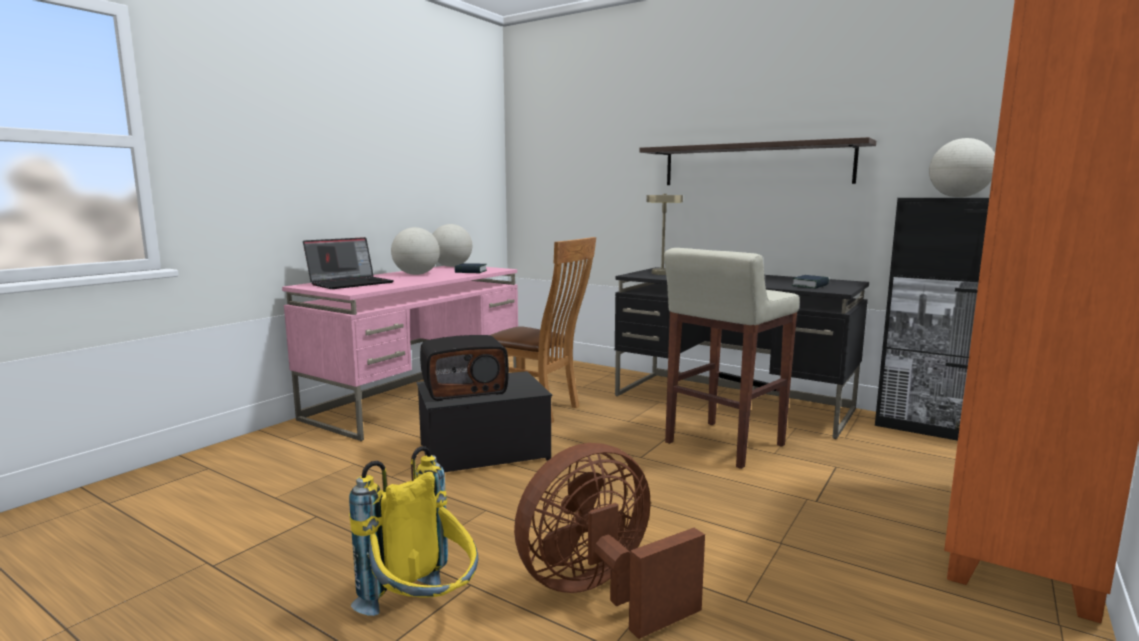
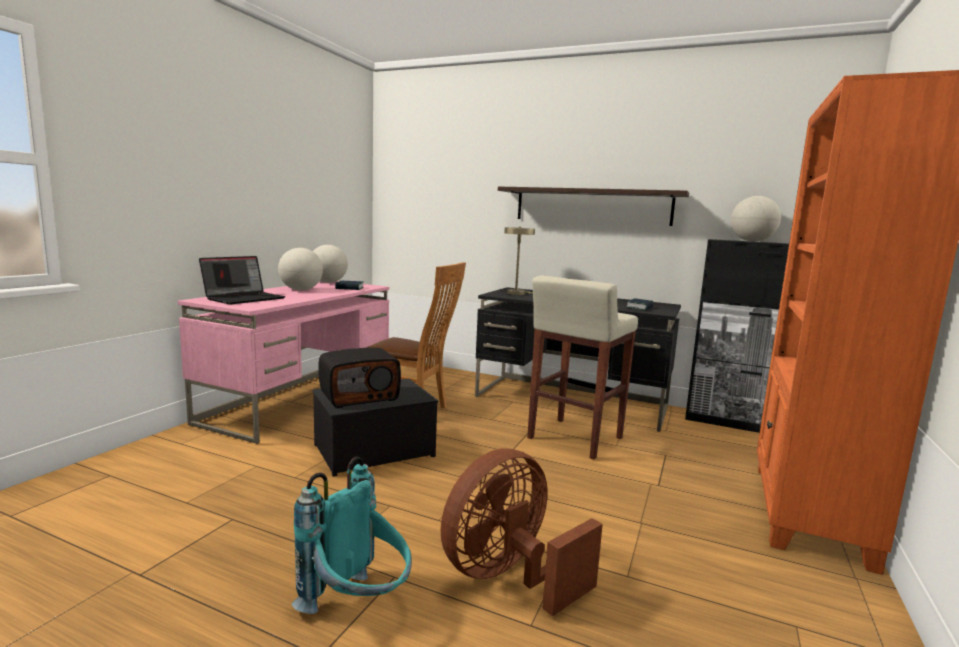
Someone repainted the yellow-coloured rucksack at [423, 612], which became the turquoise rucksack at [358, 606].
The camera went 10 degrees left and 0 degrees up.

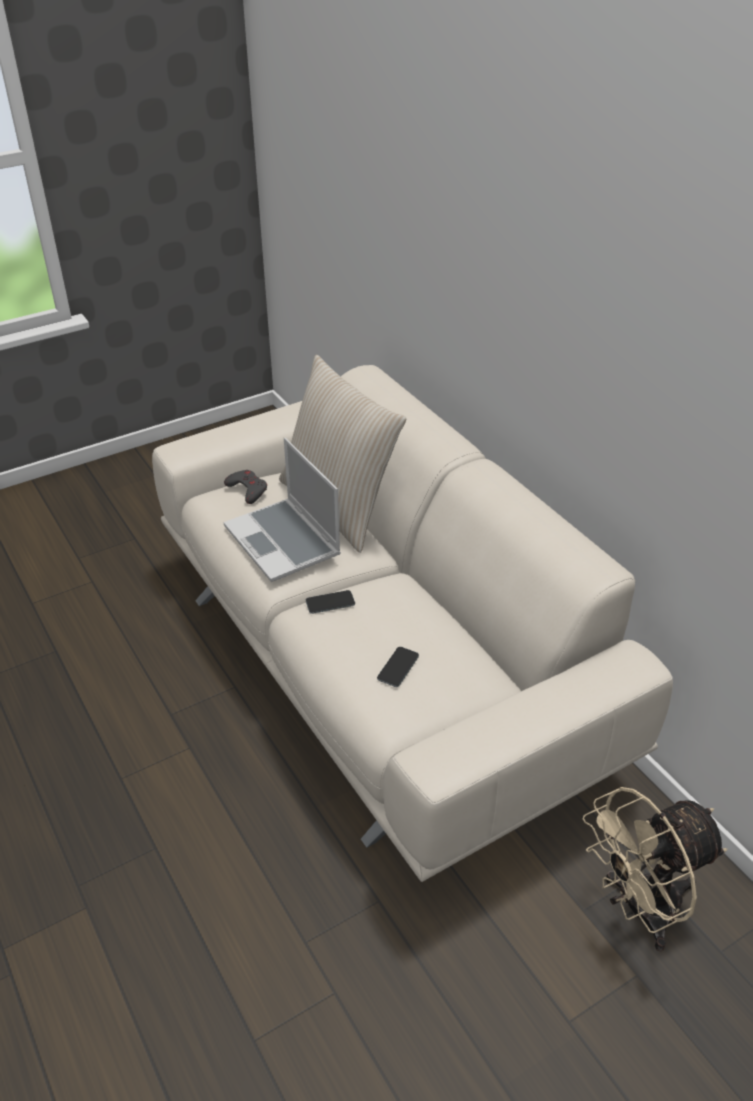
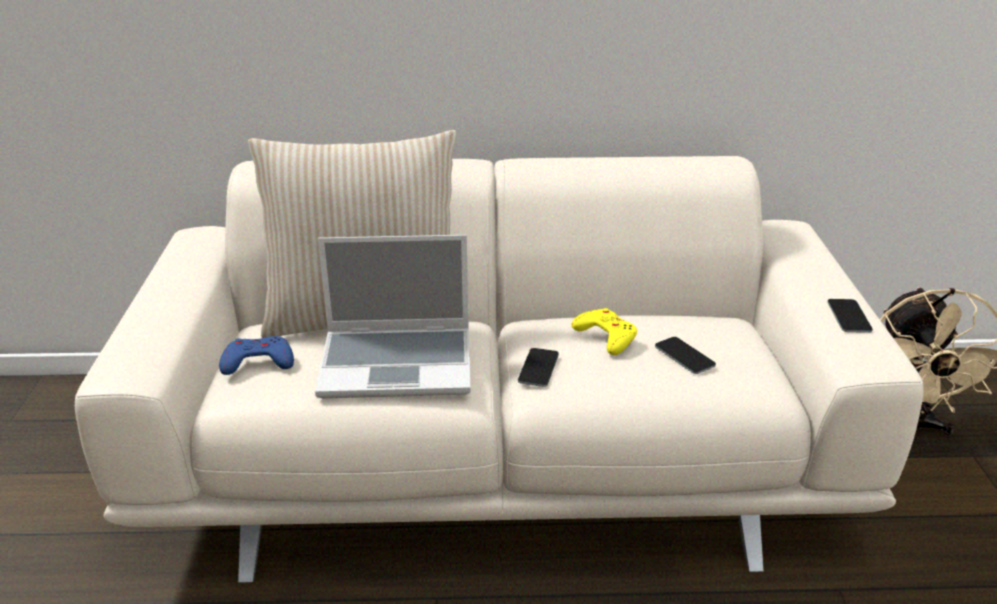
Someone repainted the greyish game controller at [247, 489], which became the blue game controller at [258, 361].
Someone put down the yellow-coloured game controller at [606, 336].
Someone put down the telephone at [849, 316].
The camera went 60 degrees left and 10 degrees down.

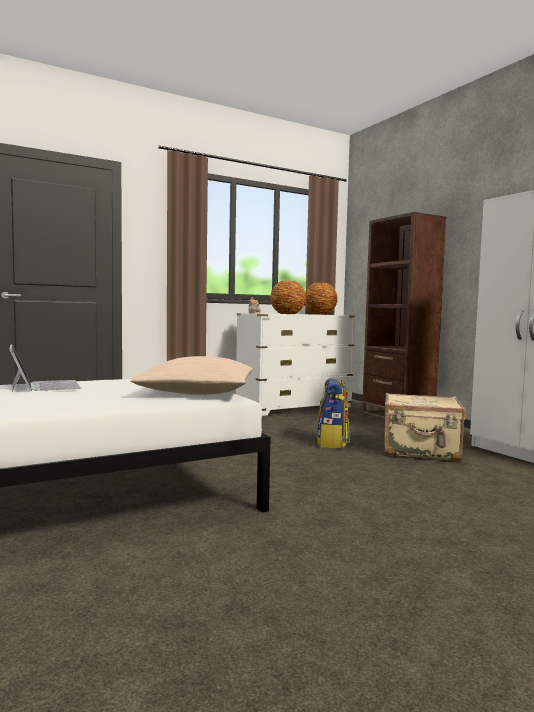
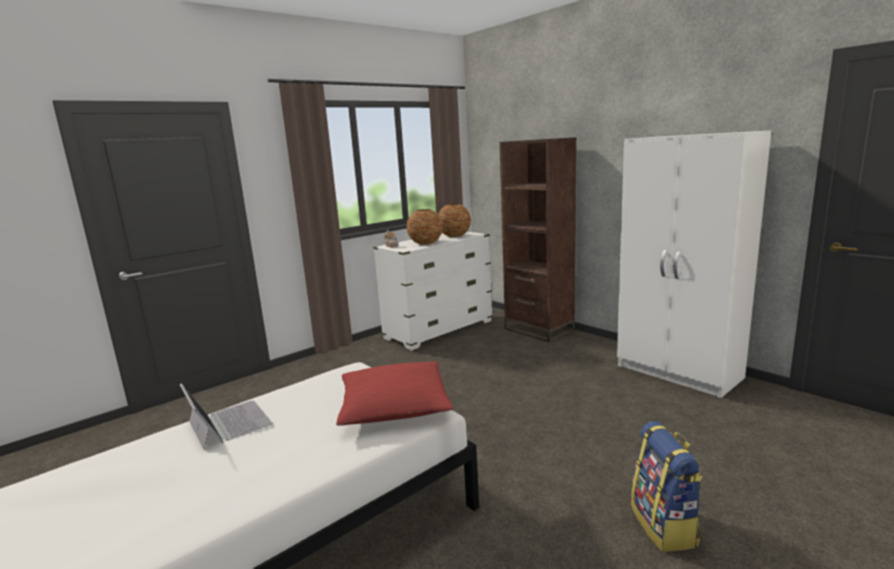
Someone repainted the beige throw pillow at [197, 392], which became the reddish throw pillow at [394, 407].
Someone carried the rucksack from [332, 443] to [665, 526].
Someone took away the beige suitcase at [420, 451].
The camera went 10 degrees left and 10 degrees up.

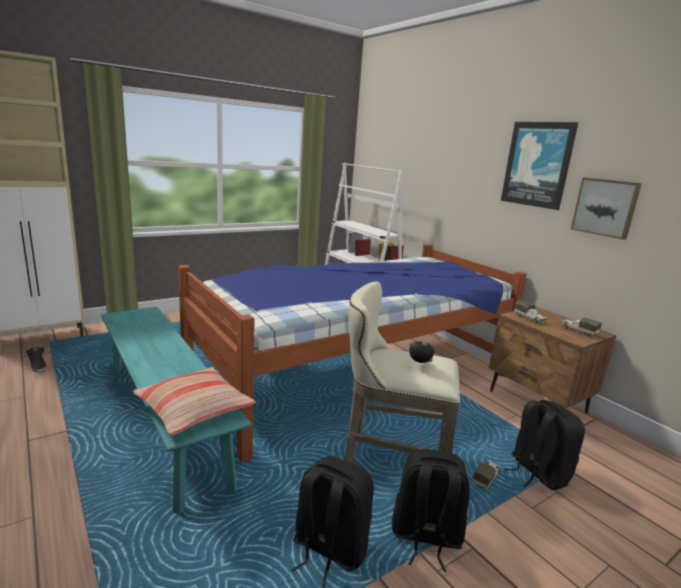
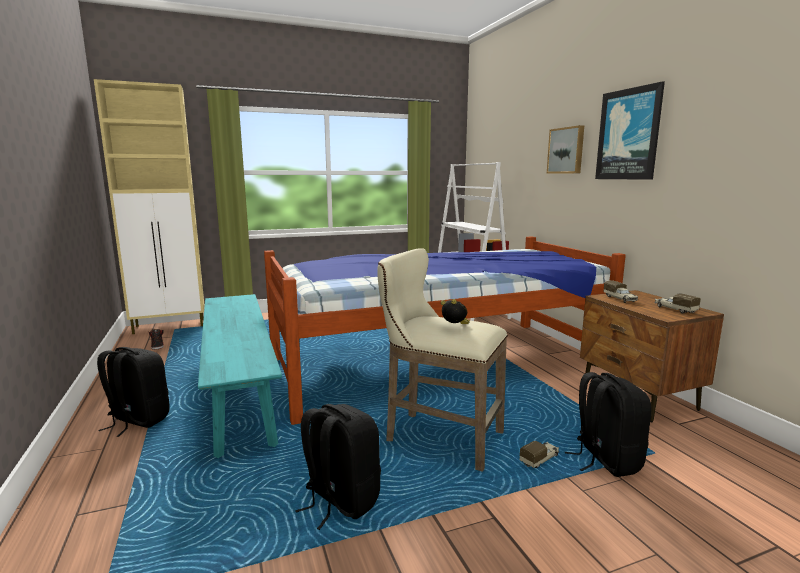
Someone carried the black rucksack from [425, 537] to [137, 420].
Someone carried the wall art from [605, 207] to [566, 150].
Someone took away the throw pillow at [194, 409].
The camera went 15 degrees right and 5 degrees down.

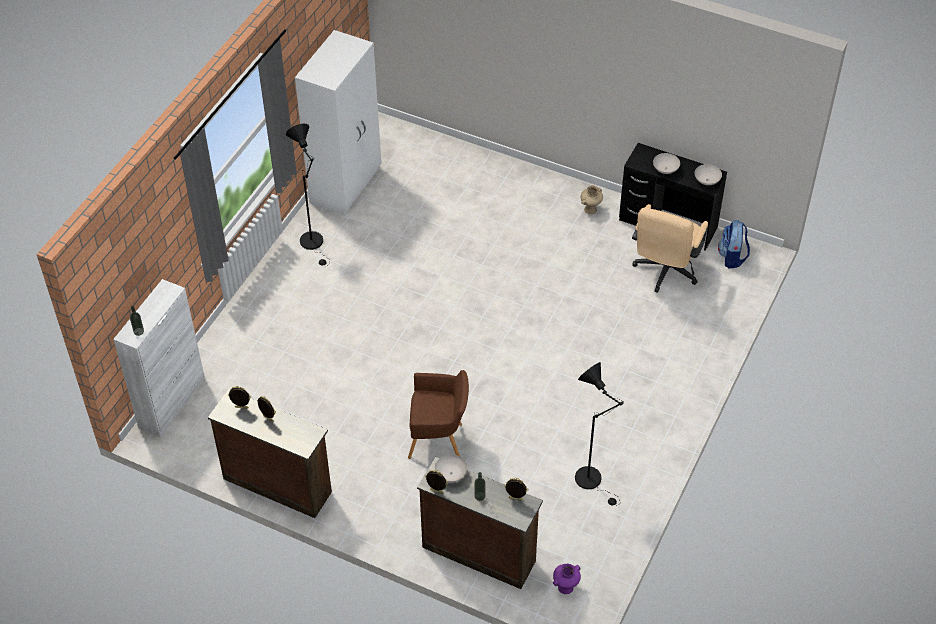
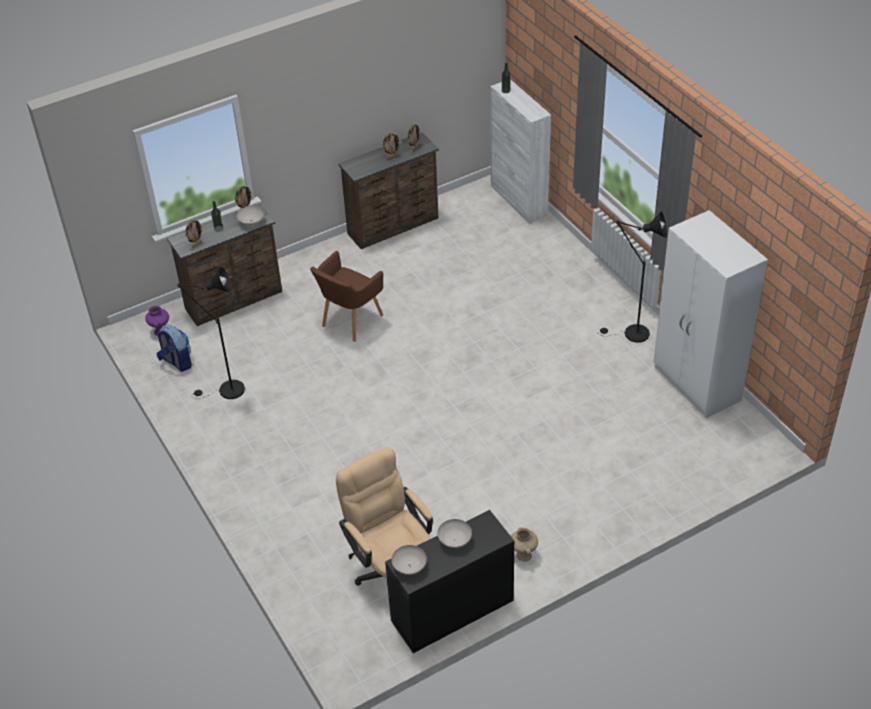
Someone carried the rucksack from [732, 257] to [177, 362].
The camera went 125 degrees right and 5 degrees down.

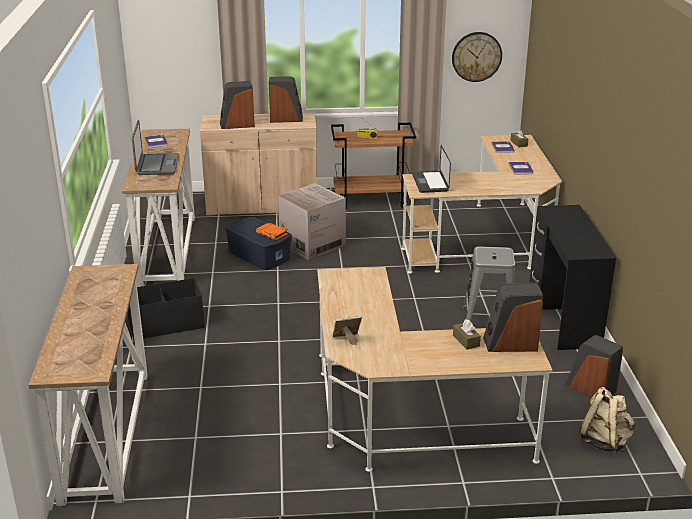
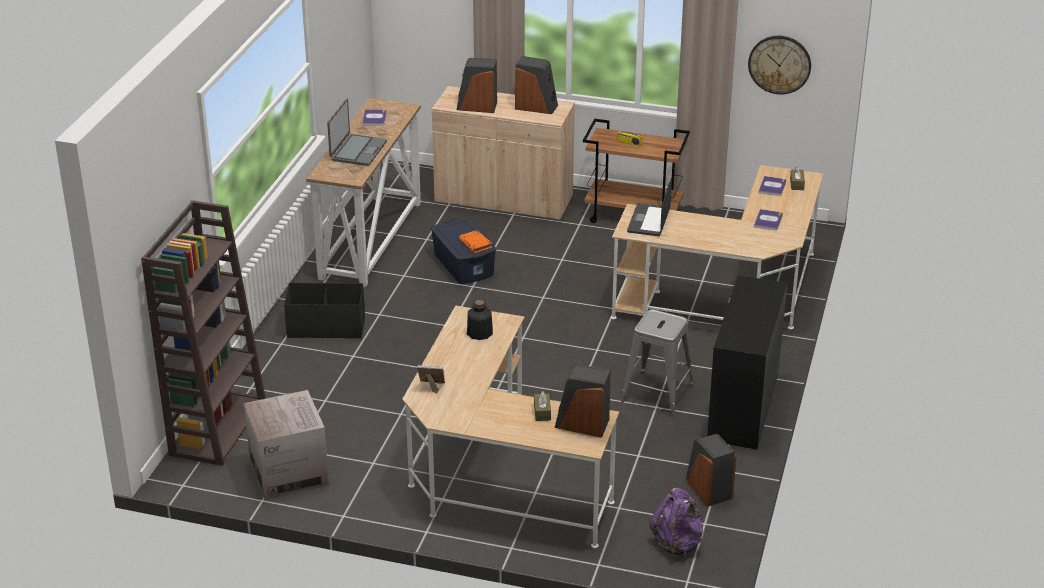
Someone swapped the narrow table at [105, 434] for the brown-coloured bookcase at [218, 427].
Someone carried the packing box from [312, 244] to [289, 472].
Someone put down the beverage bottle at [479, 333].
Someone repainted the beige rucksack at [604, 441], which became the purple-coloured rucksack at [677, 543].
The camera went 20 degrees right and 5 degrees up.

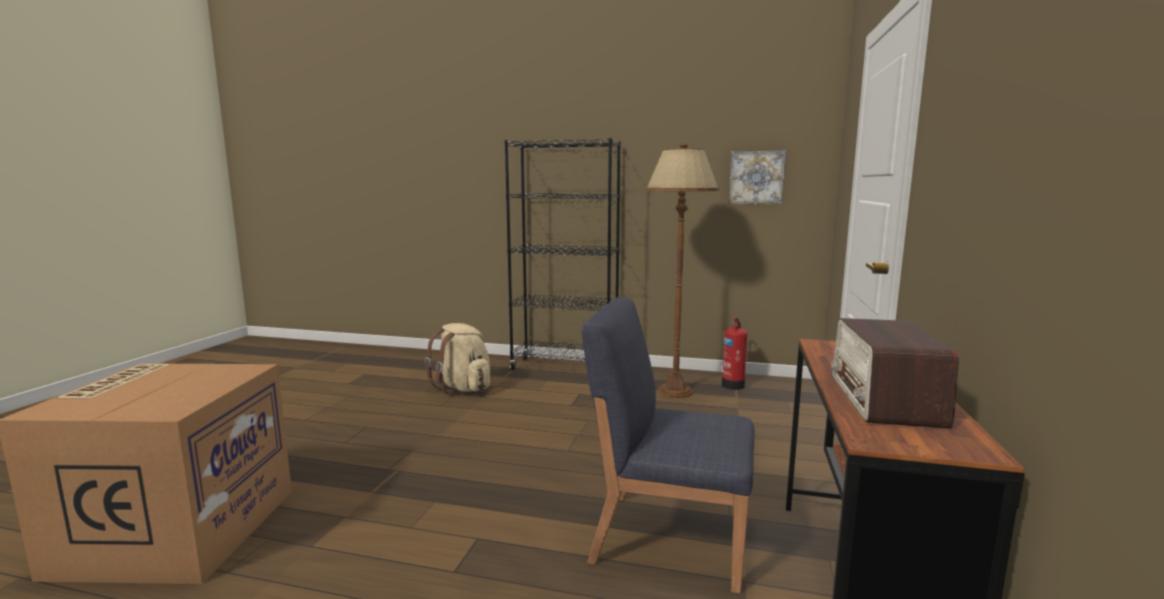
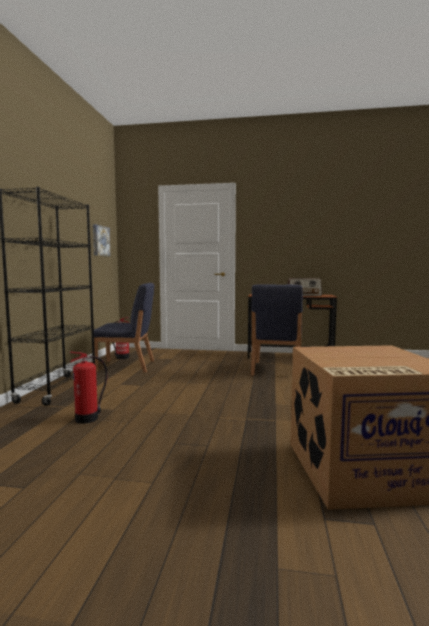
Someone swapped the beige rucksack at [463, 388] for the extinguisher at [88, 418].
Someone swapped the brown-coloured floor lamp at [674, 391] for the blue upright chair at [126, 366].
The camera went 95 degrees left and 5 degrees down.

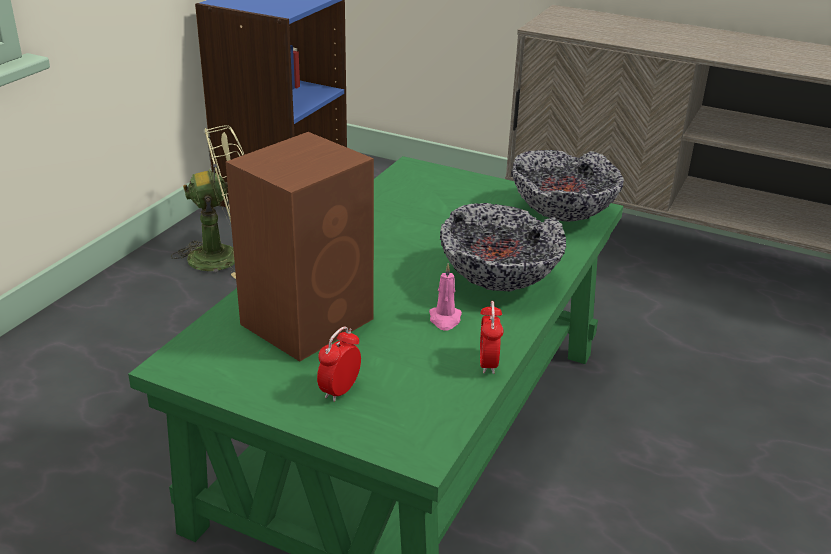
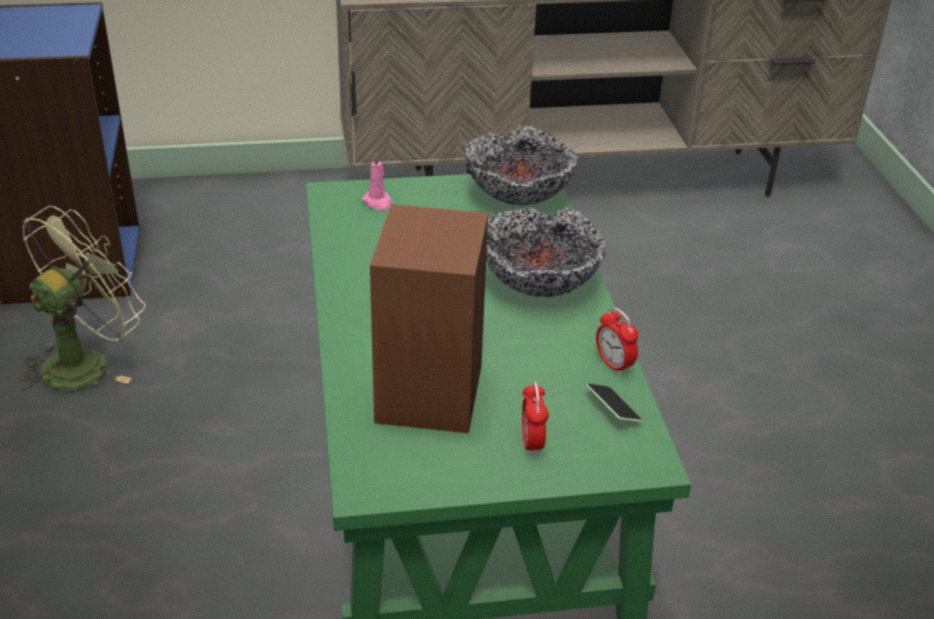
Someone carried the pink wax light from [445, 319] to [378, 202].
Someone put down the telephone at [612, 410].
The camera went 35 degrees left and 5 degrees up.

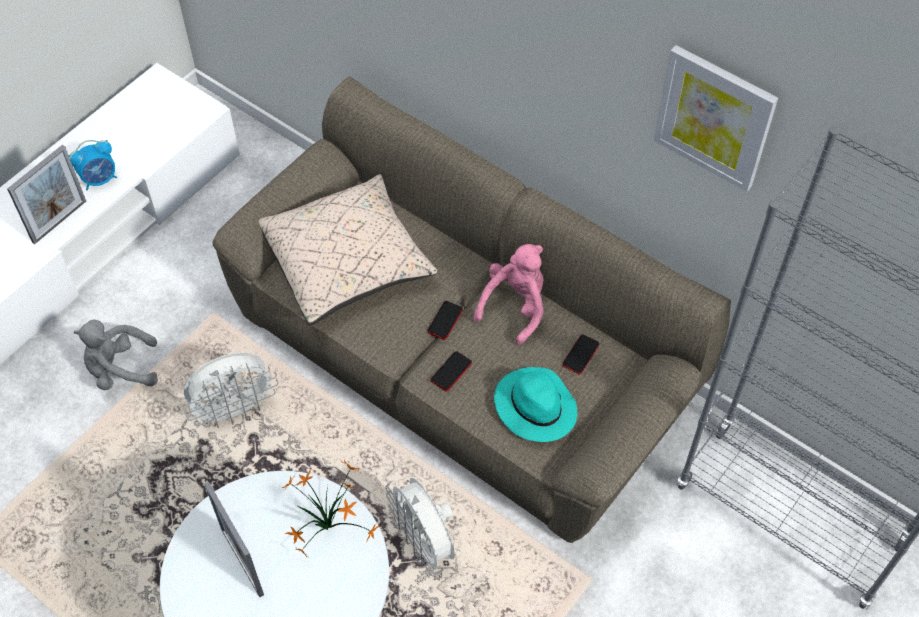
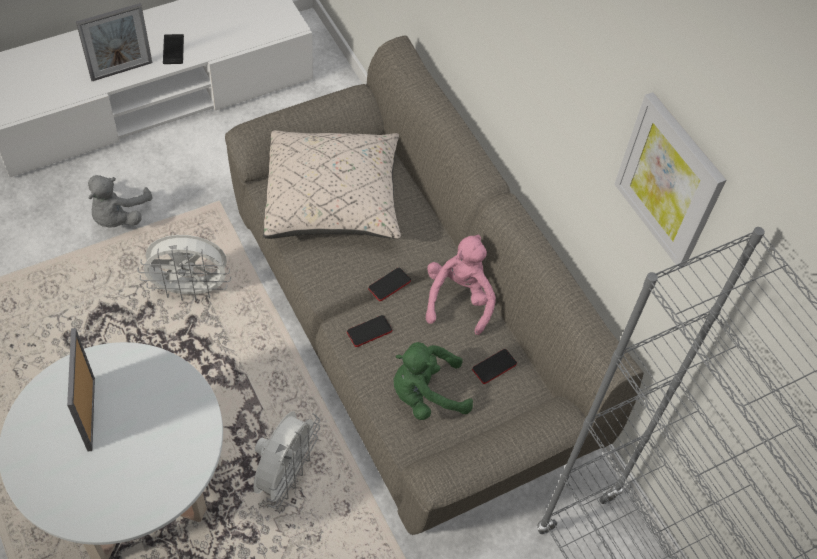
Someone rotated the greyish cuddly toy at [120, 369] by 90 degrees counterclockwise.
Someone swapped the bedside clock at [100, 179] for the telephone at [173, 49].
Someone rotated the white-coloured fan at [425, 543] by 150 degrees counterclockwise.
Someone swapped the turquoise wearable hat at [534, 406] for the greenish cuddly toy at [426, 394].
Someone rotated the pink cuddly toy at [515, 306] by 45 degrees counterclockwise.
Someone took away the houseplant at [331, 526].
The camera went 20 degrees right and 0 degrees up.

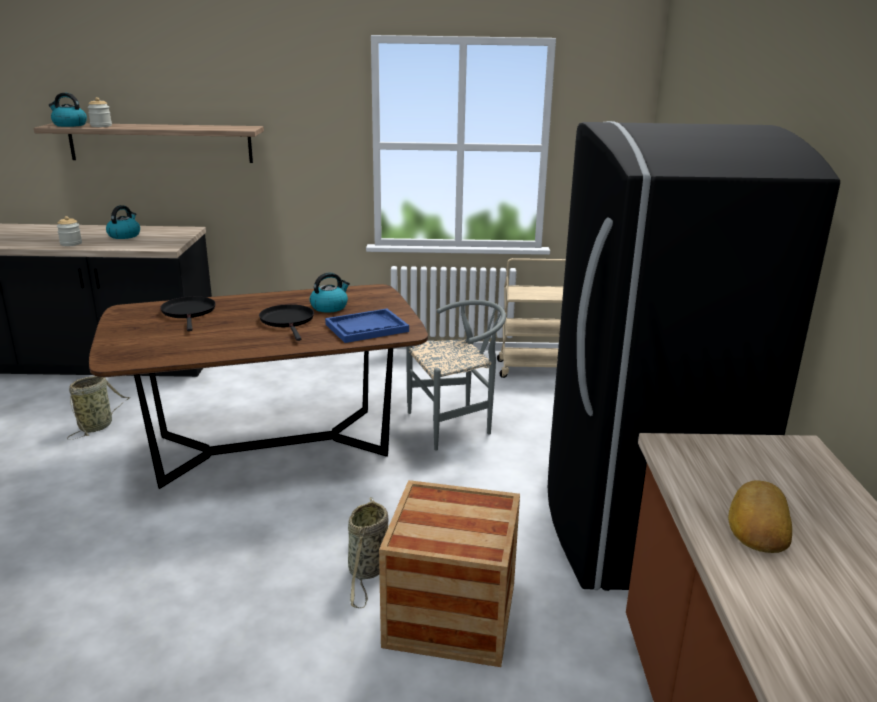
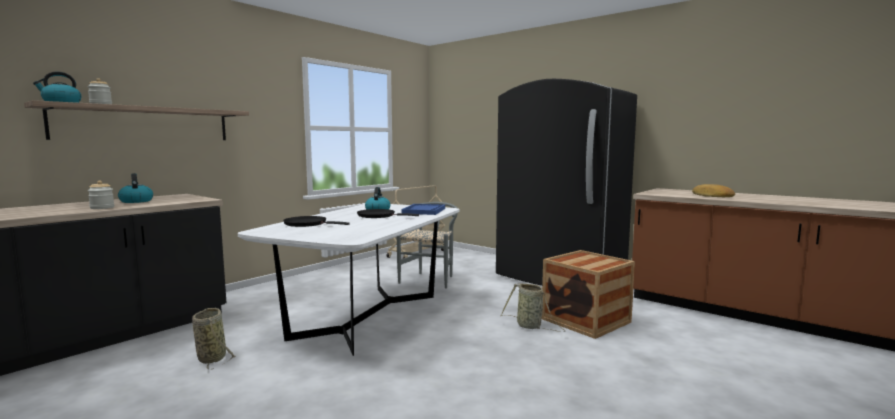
Someone repainted the brown-coloured dining table at [272, 446], which became the white-coloured dining table at [367, 316].
The camera went 50 degrees left and 15 degrees down.

